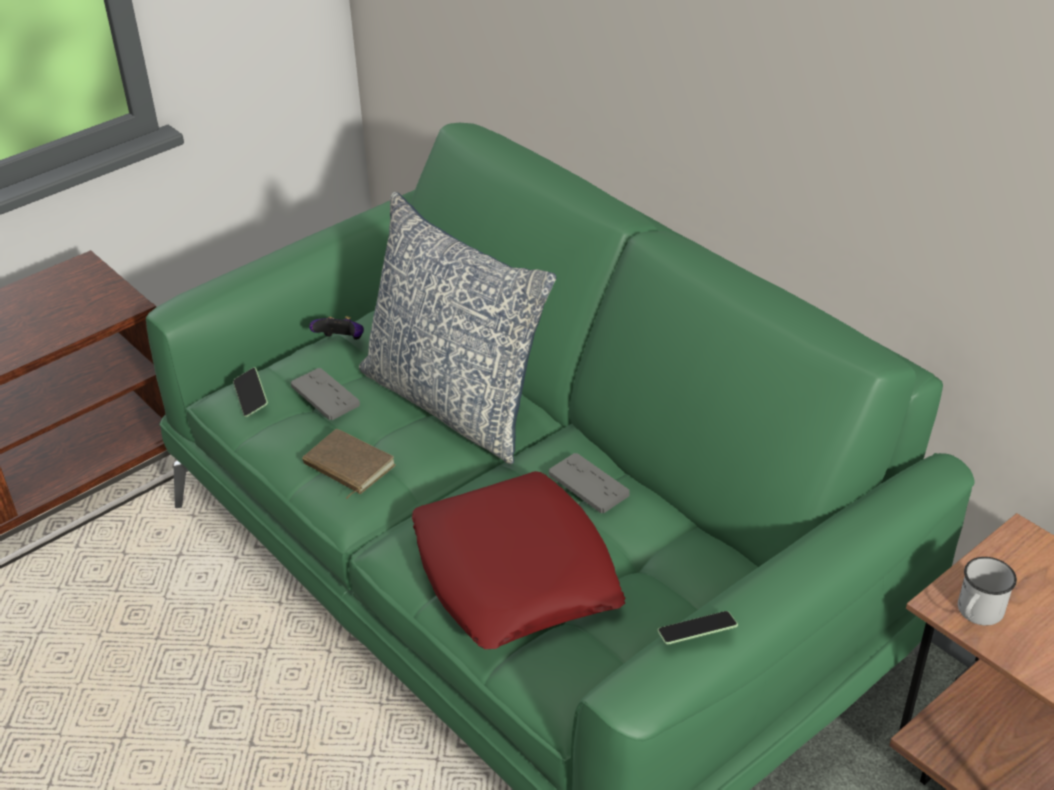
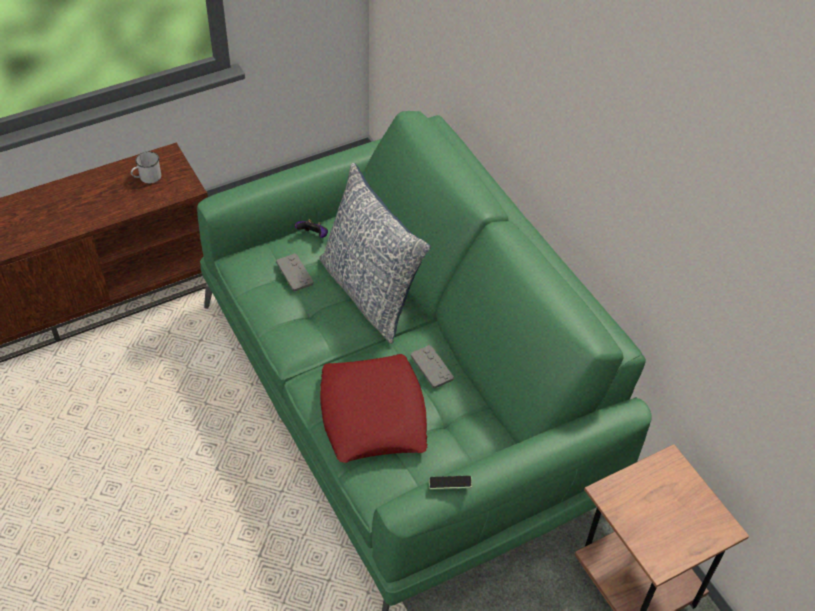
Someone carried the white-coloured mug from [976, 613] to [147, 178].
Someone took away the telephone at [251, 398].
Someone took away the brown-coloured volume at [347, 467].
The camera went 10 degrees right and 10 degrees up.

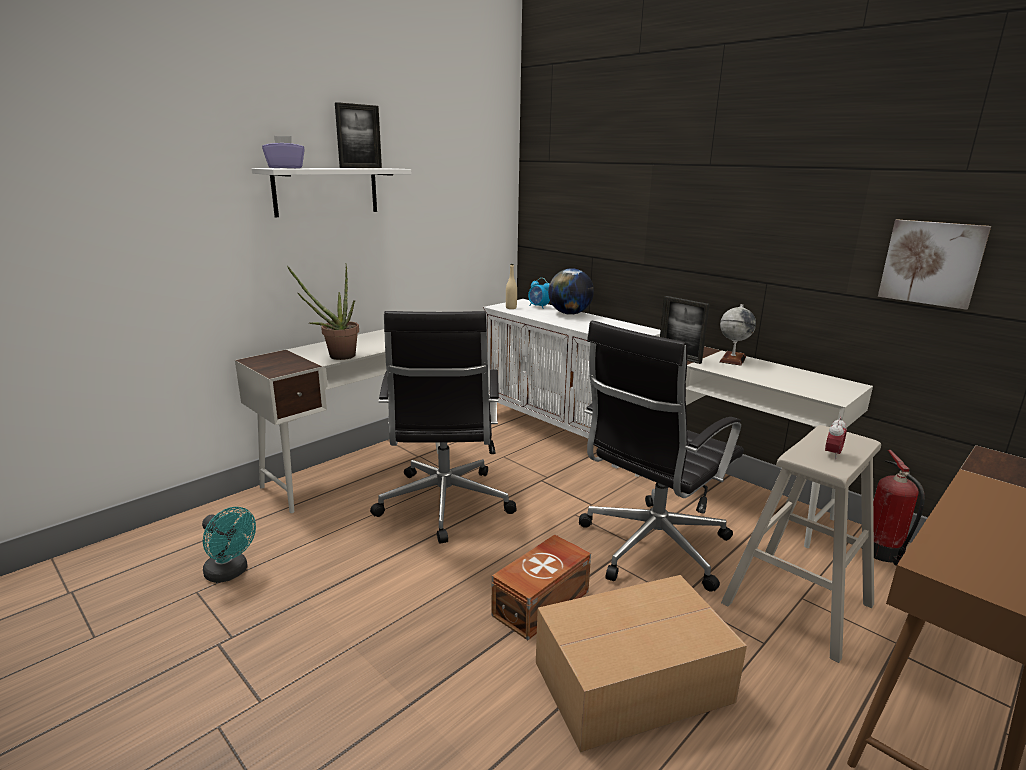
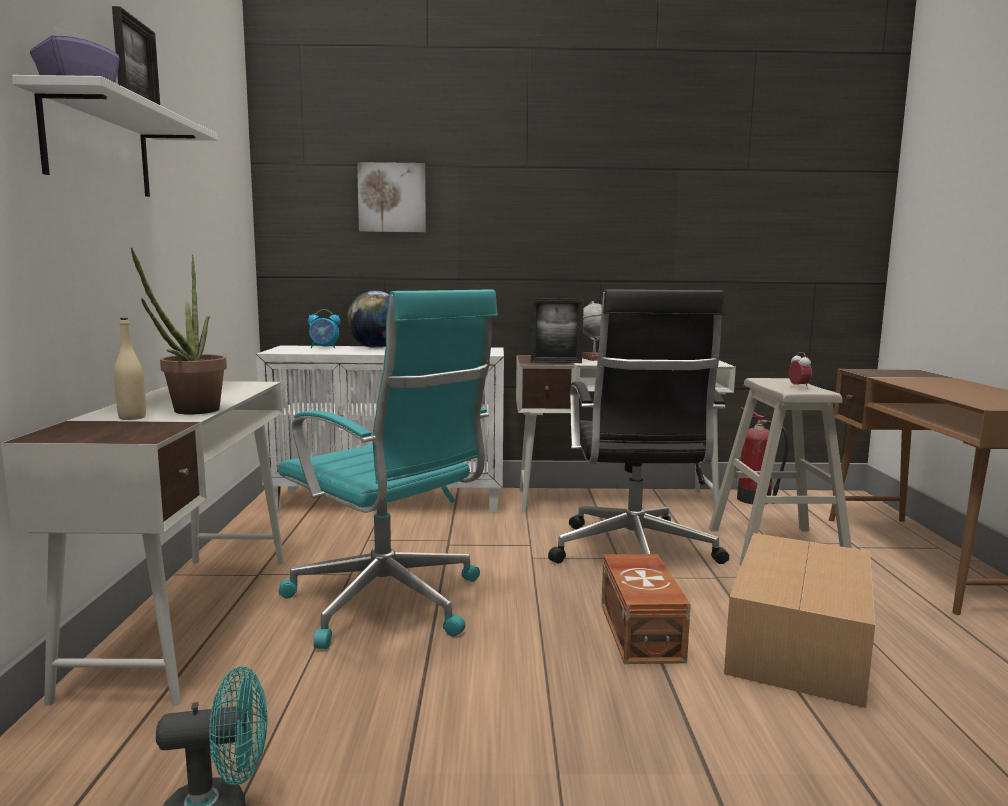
Someone carried the beige beverage bottle from [511, 308] to [132, 417].
Someone repainted the black desk chair at [444, 505], which became the turquoise desk chair at [389, 604].
Someone carried the wall art from [931, 263] to [392, 198].
The camera went 45 degrees left and 10 degrees down.

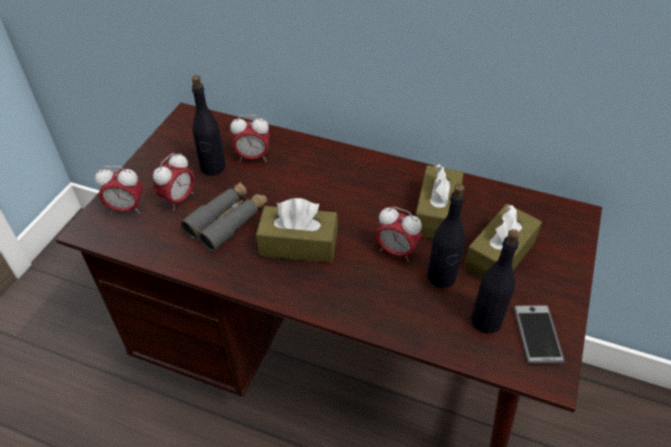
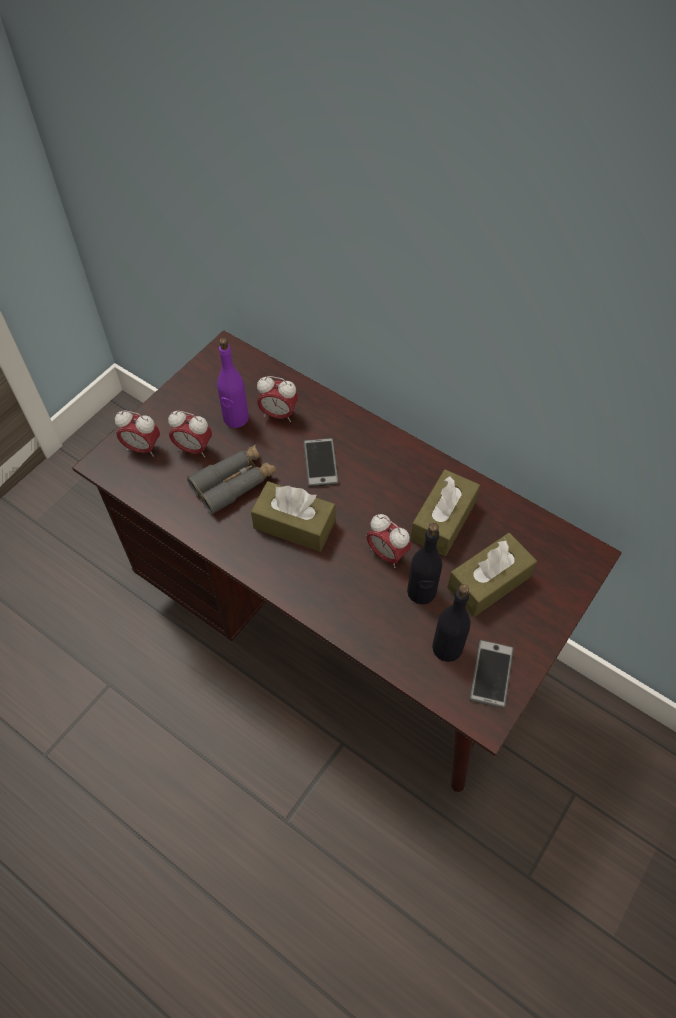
Someone rotated the bedside clock at [179, 200] by 60 degrees clockwise.
Someone repainted the black beverage bottle at [213, 168], which became the purple-coloured beverage bottle at [235, 418].
Someone put down the telephone at [320, 463].
The camera went 15 degrees right and 10 degrees up.

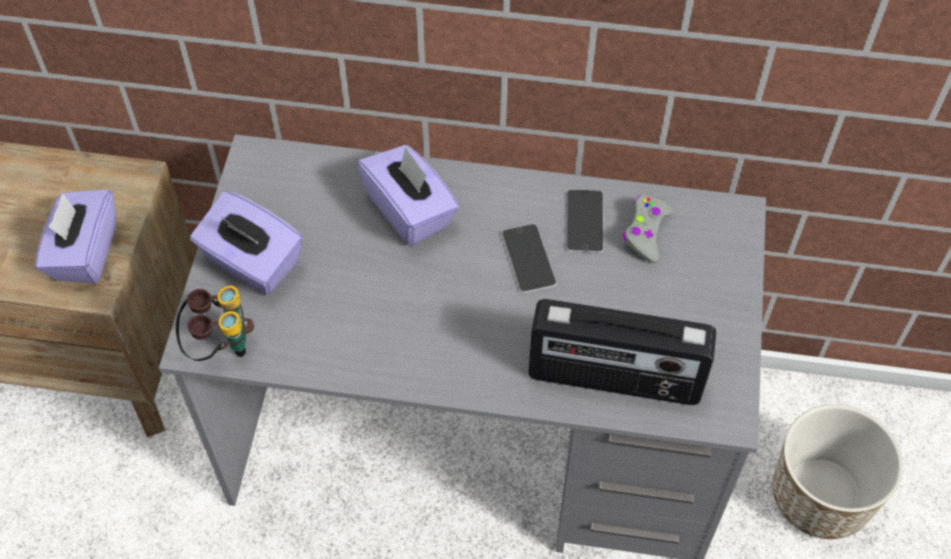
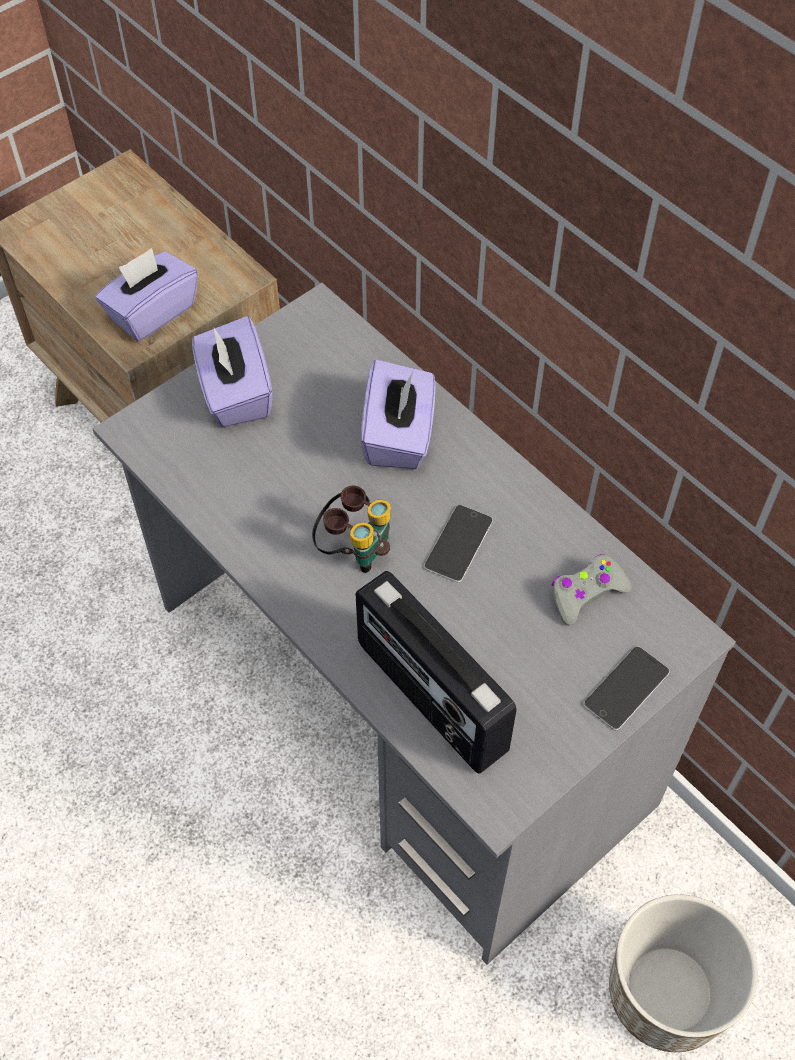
Someone carried the field glasses from [220, 344] to [355, 549].
Someone carried the telephone from [584, 221] to [626, 688].
The camera went 40 degrees right and 0 degrees up.

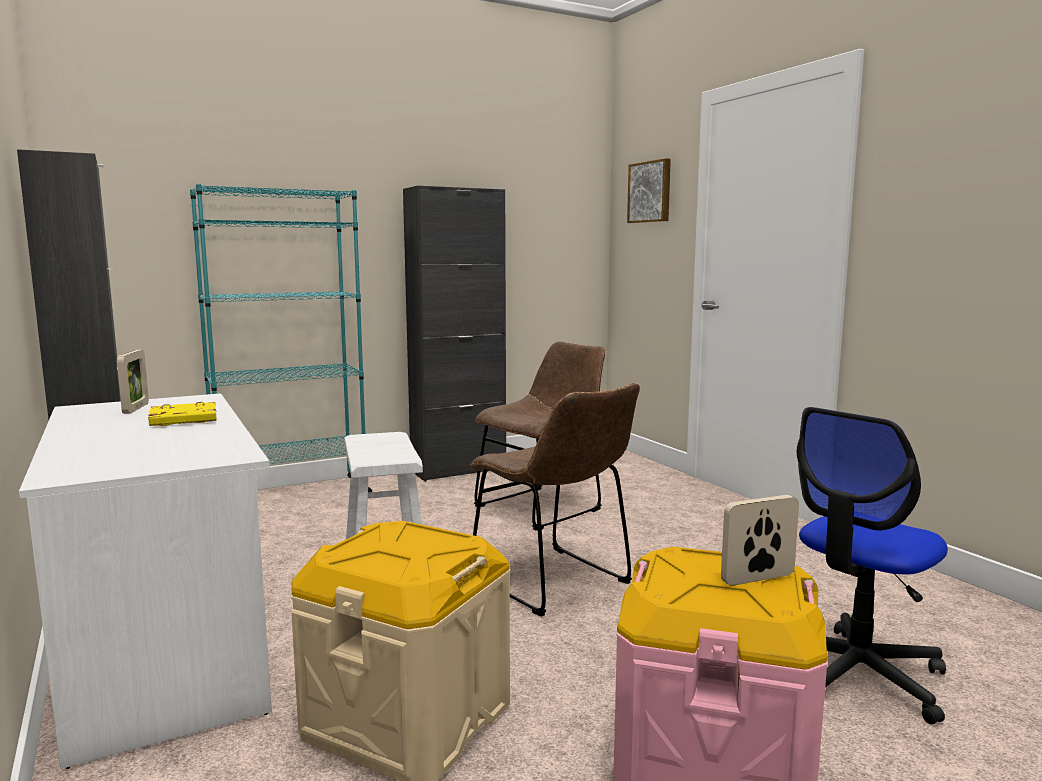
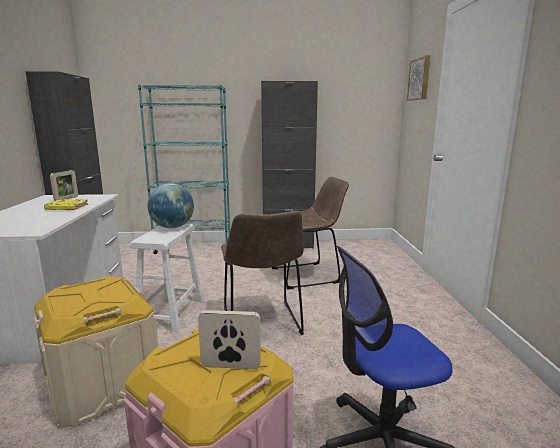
Someone put down the desk globe at [172, 227].
The camera went 25 degrees right and 5 degrees up.

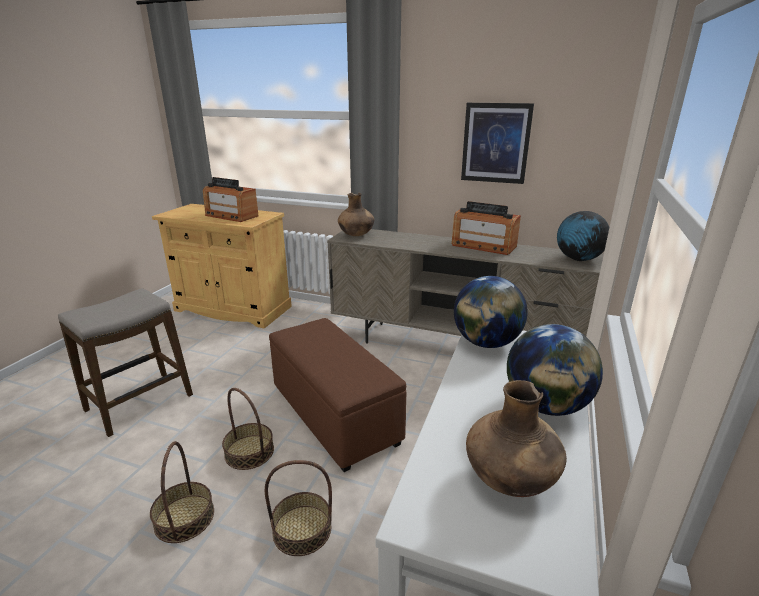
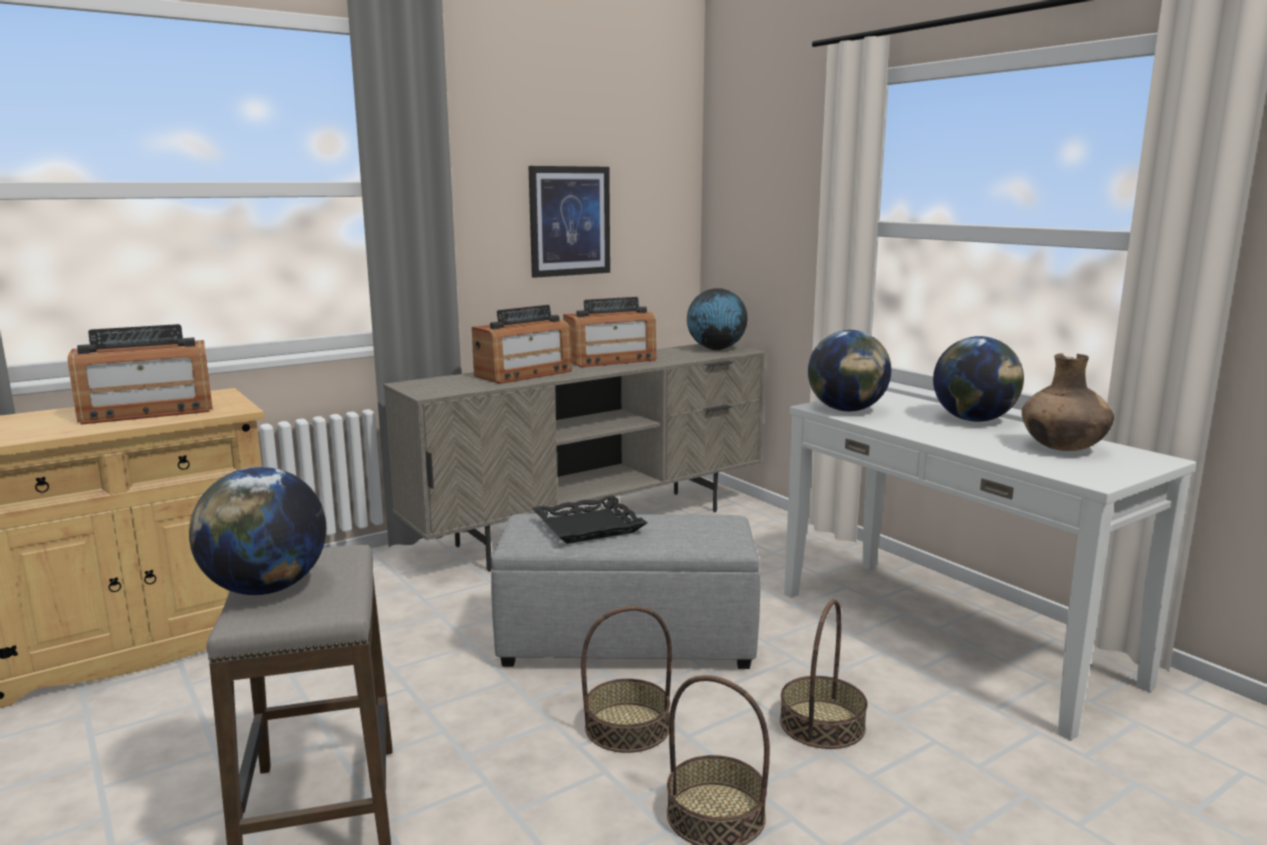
Someone put down the desk globe at [266, 589].
Someone put down the radio receiver at [524, 374].
Someone repainted the brown-coloured ottoman at [335, 415], which became the greyish ottoman at [629, 642].
Someone put down the black serving tray at [588, 526].
Someone took away the brown-coloured decorative vase at [356, 235].
The camera went 55 degrees left and 10 degrees down.

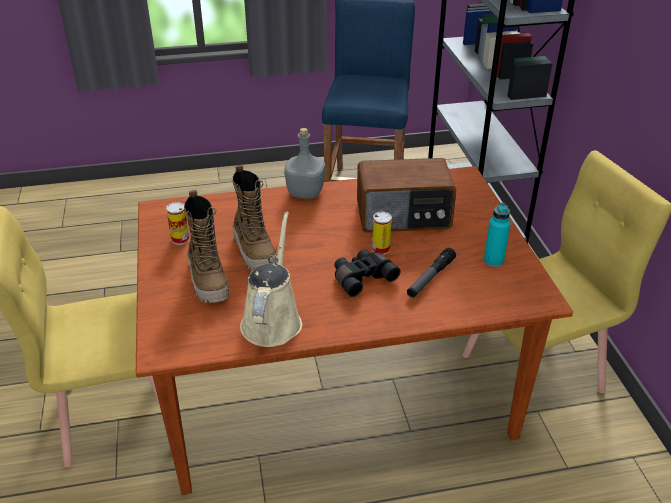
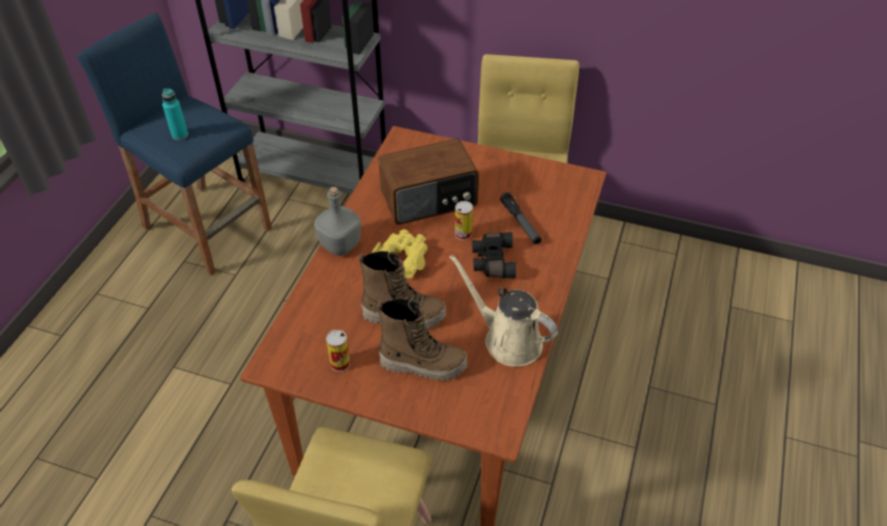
Someone carried the turquoise beverage bottle from [493, 261] to [180, 135].
Someone put down the yellow-coloured field glasses at [402, 257].
Someone rotated the radio receiver at [404, 216] by 45 degrees clockwise.
The camera went 60 degrees left and 10 degrees up.

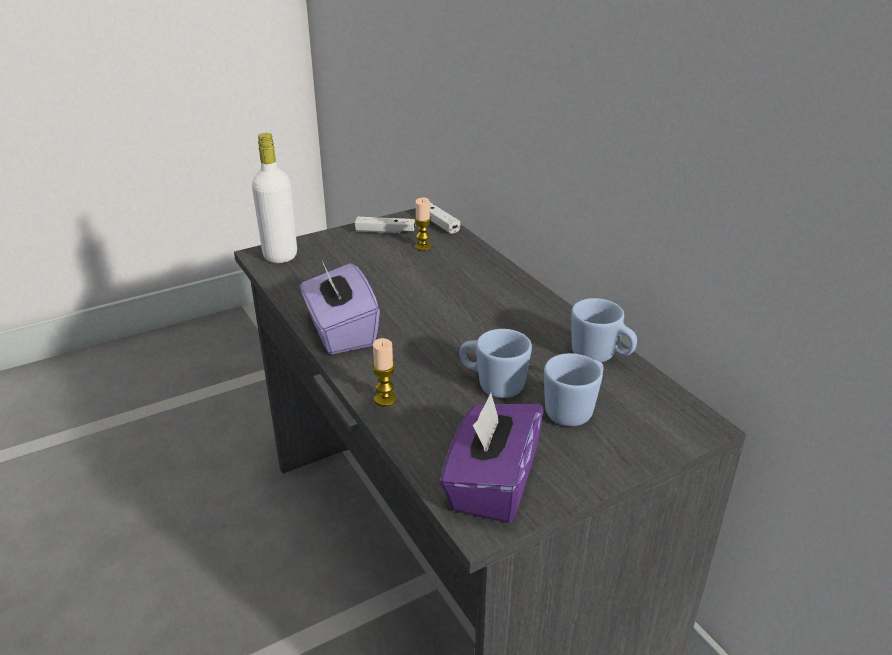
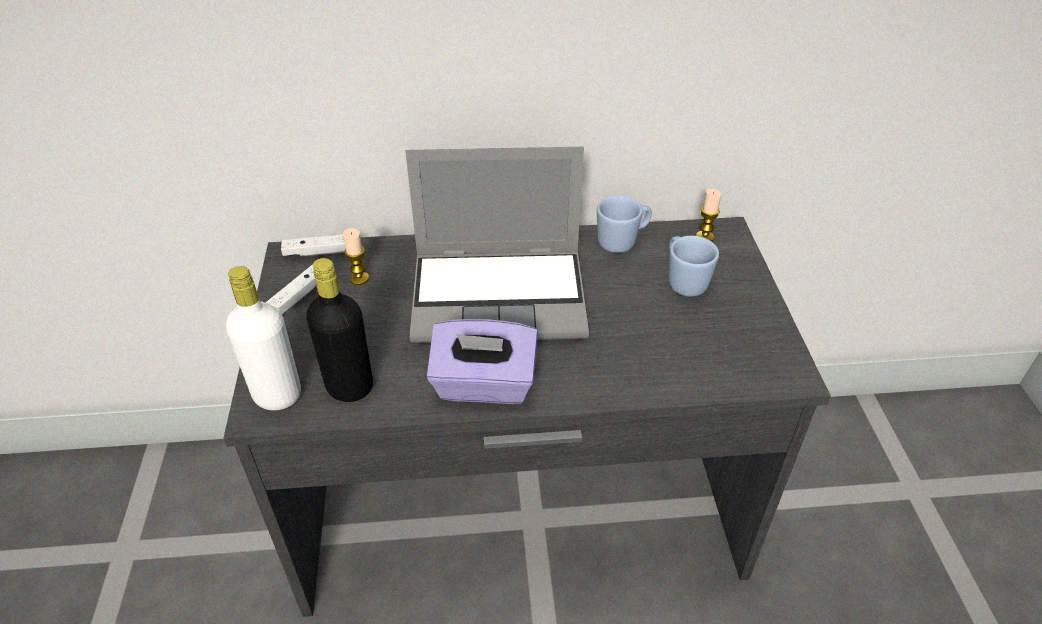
Someone put down the black beverage bottle at [349, 387].
Someone put down the laptop at [501, 296].
Someone carried the wax light from [385, 399] to [704, 237].
Someone took away the purple-coloured box of tissues at [491, 484].
Someone took away the blue mug at [493, 385].
The camera went 65 degrees left and 10 degrees up.

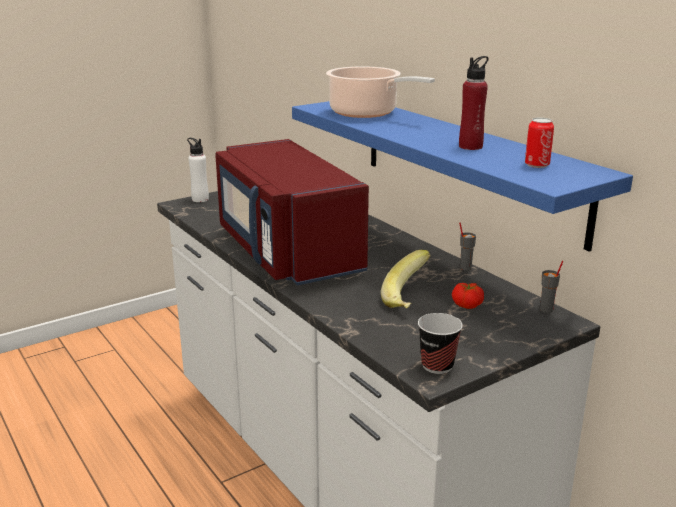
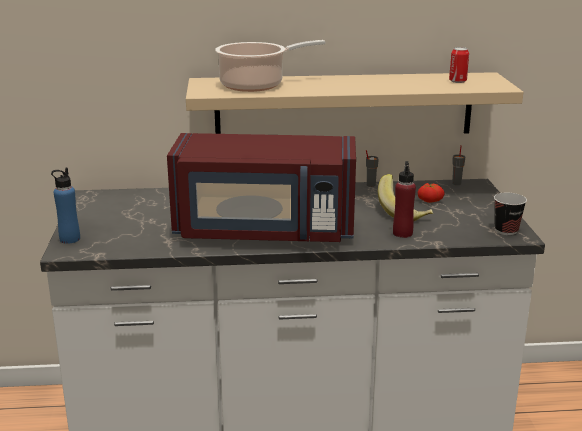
Someone repainted the white-coloured beverage bottle at [200, 199], which became the blue beverage bottle at [69, 239].
Someone repainted the blue shelf at [467, 165], which became the beige shelf at [344, 105].
Someone carried the reddish beverage bottle from [470, 146] to [402, 233].
The camera went 60 degrees left and 0 degrees up.

